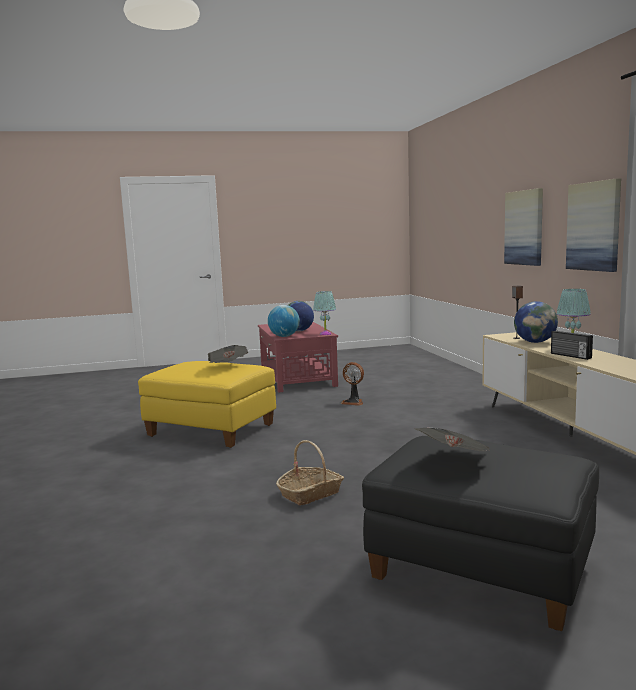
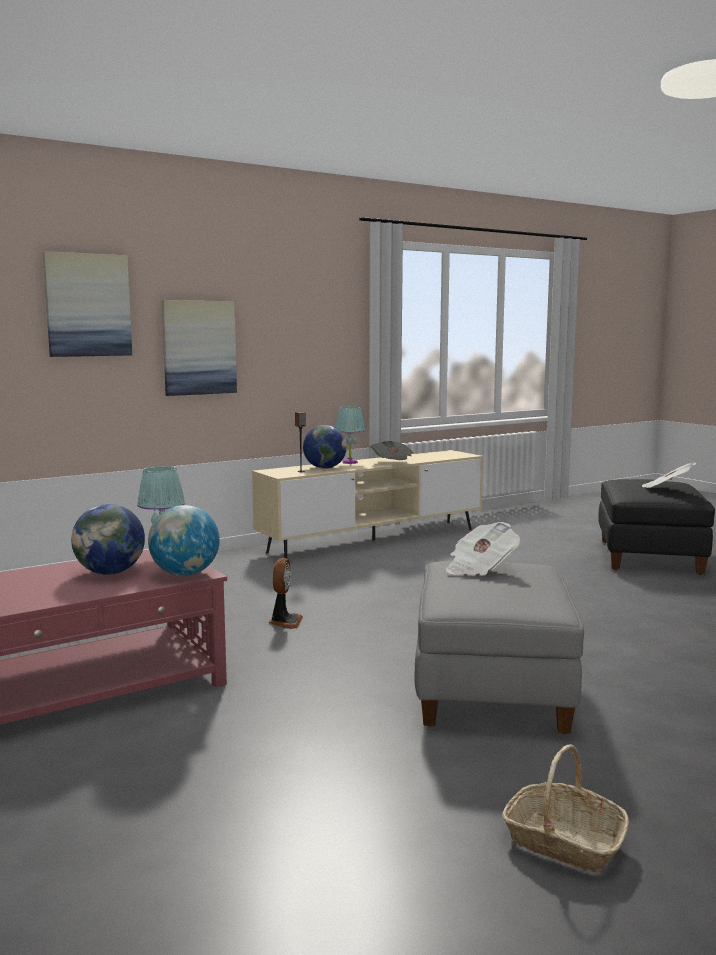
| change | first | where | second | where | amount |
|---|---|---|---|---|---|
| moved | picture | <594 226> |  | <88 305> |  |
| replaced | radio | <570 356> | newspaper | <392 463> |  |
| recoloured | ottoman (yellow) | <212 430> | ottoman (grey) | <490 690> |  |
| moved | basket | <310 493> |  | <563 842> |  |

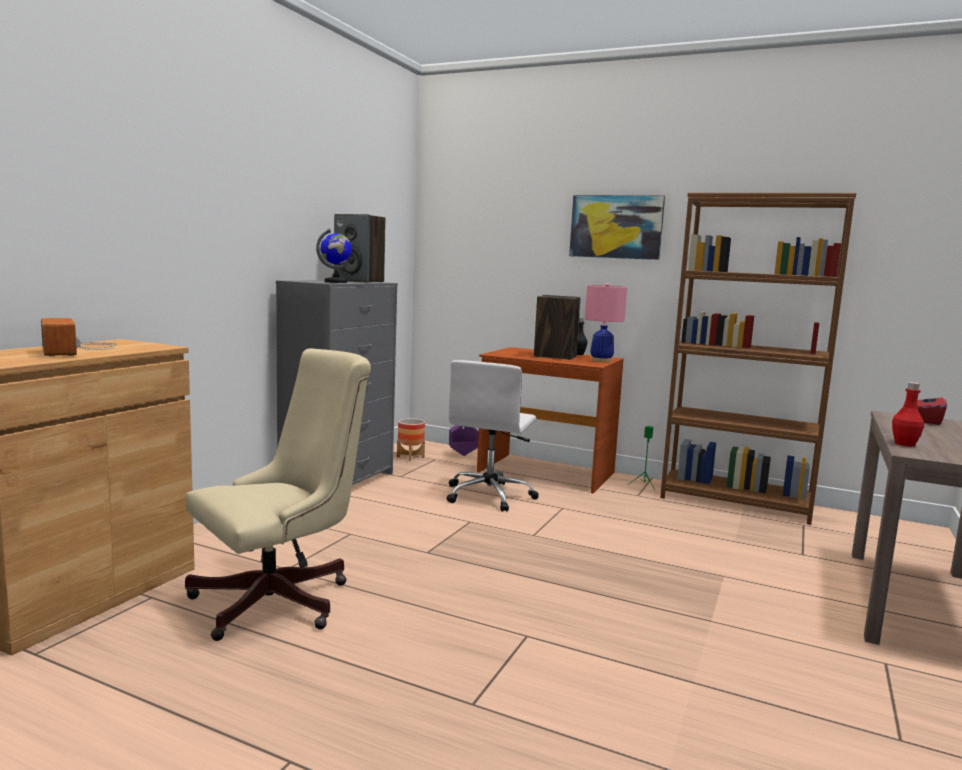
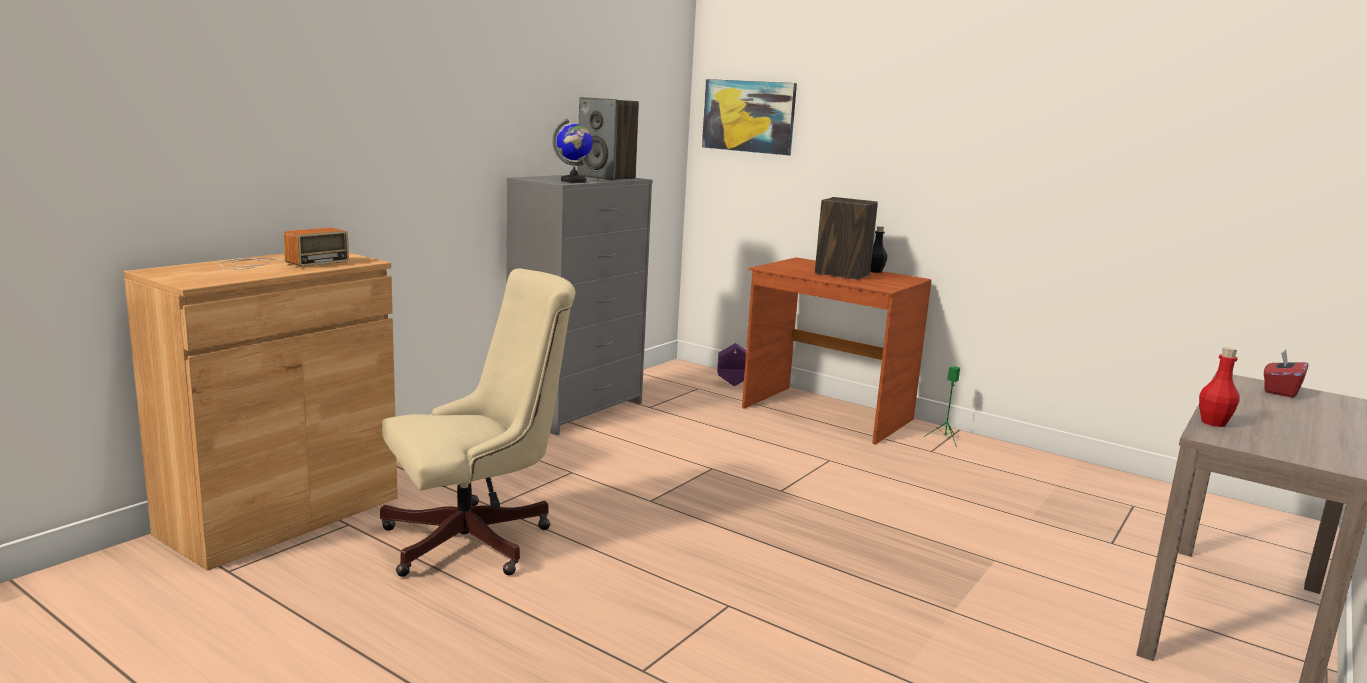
| change | first | where | second | where | amount |
|---|---|---|---|---|---|
| removed | bookcase (brown) | <735 502> |  |  |  |
| moved | picture | <616 227> |  | <749 116> |  |
| removed | table lamp (pink) | <601 361> |  |  |  |
| turned | radio | <80 349> |  | <279 263> | 120 degrees counterclockwise |
| removed | office chair (white) | <489 495> |  |  |  |
| removed | planter | <410 457> |  |  |  |

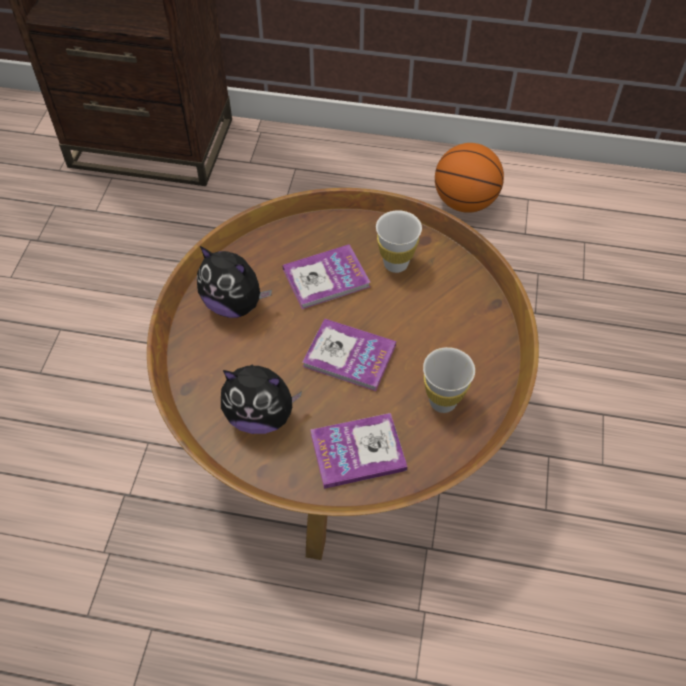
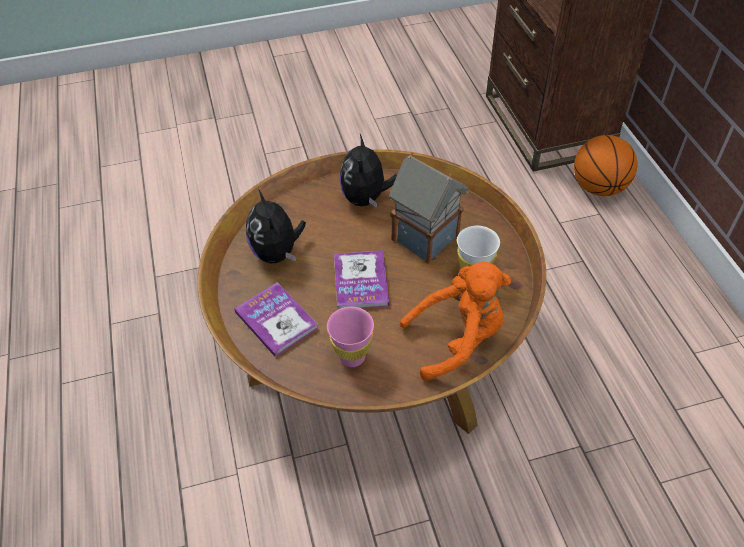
| change | first | where | second | where | amount |
|---|---|---|---|---|---|
| moved | basketball | <465 202> |  | <598 187> |  |
| replaced | book | <326 278> | toy house | <427 238> |  |
| recoloured | cup (white) | <442 401> | cup (pink) | <352 357> |  |
| added |  |  | plush toy (orange) | <457 339> |  |

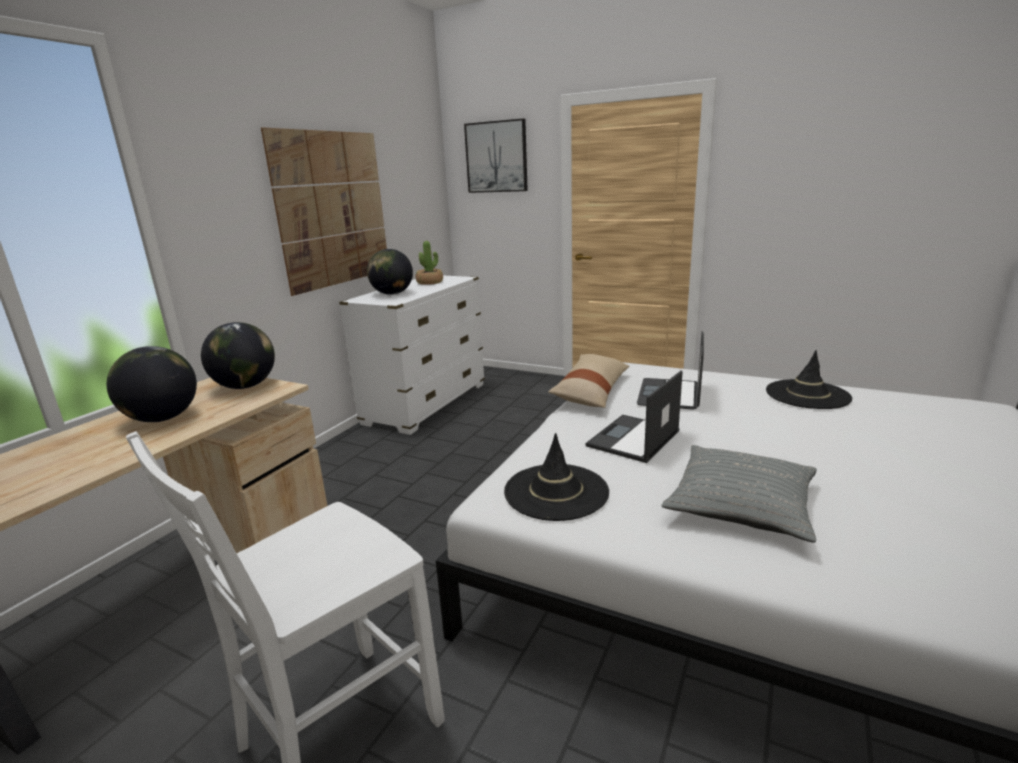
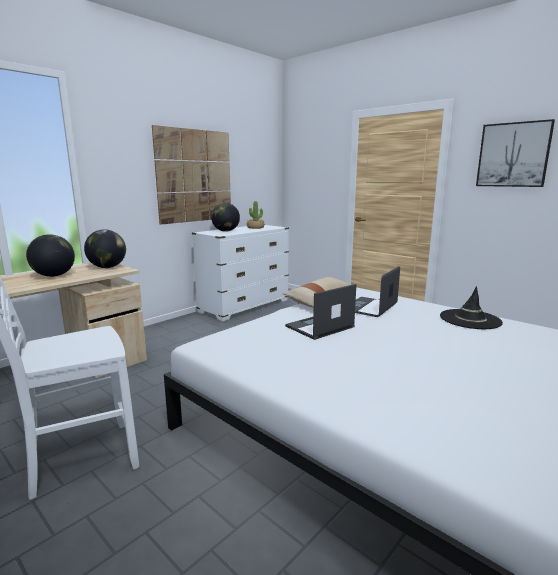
| change | first | where | second | where | amount |
|---|---|---|---|---|---|
| moved | picture | <496 157> |  | <513 155> |  |
| removed | hat (black) | <556 492> |  |  |  |
| removed | pillow (grey) | <741 504> |  |  |  |

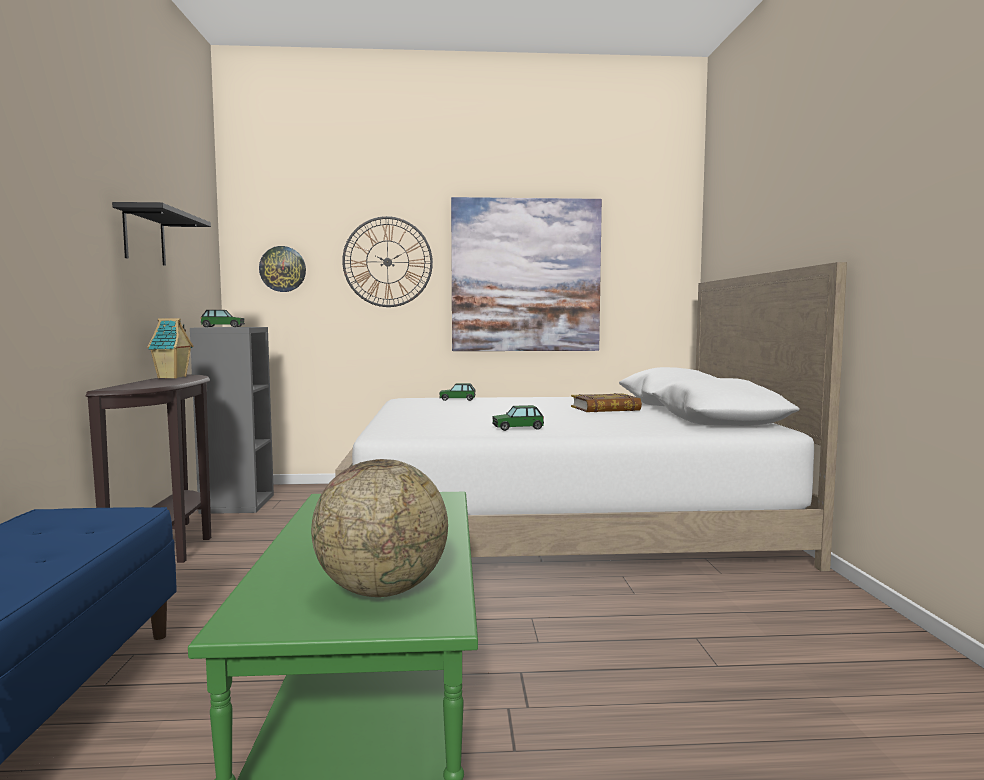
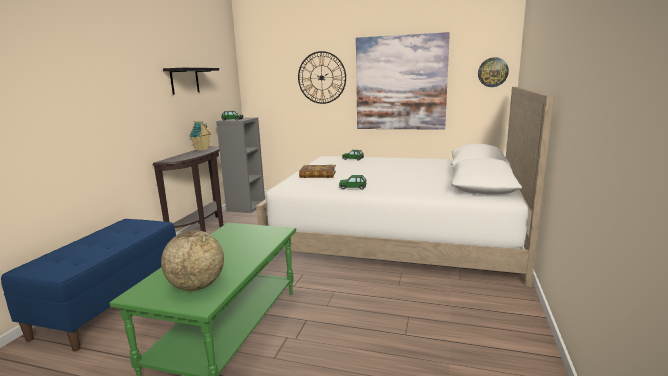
| change | first | where | second | where | amount |
|---|---|---|---|---|---|
| moved | wall clock | <283 269> |  | <492 72> |  |
| moved | book | <605 409> |  | <318 175> |  |

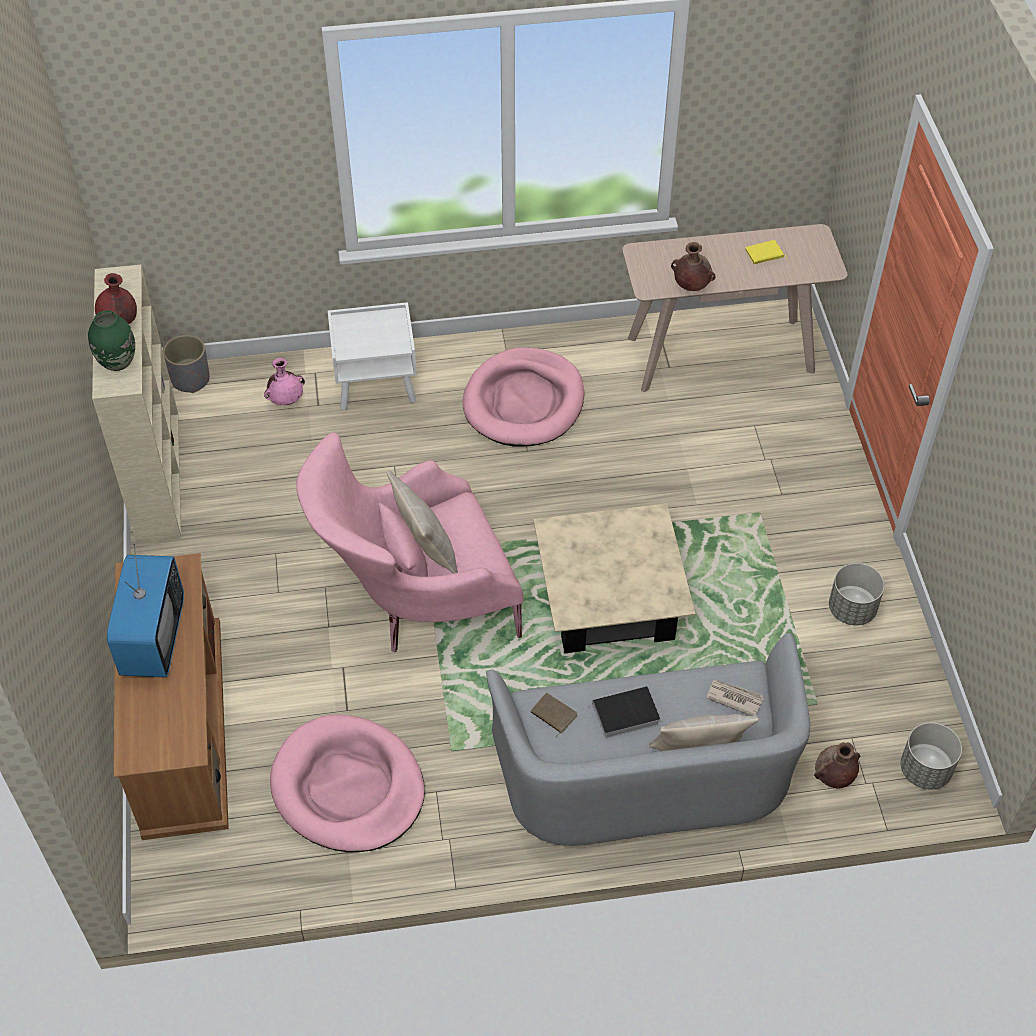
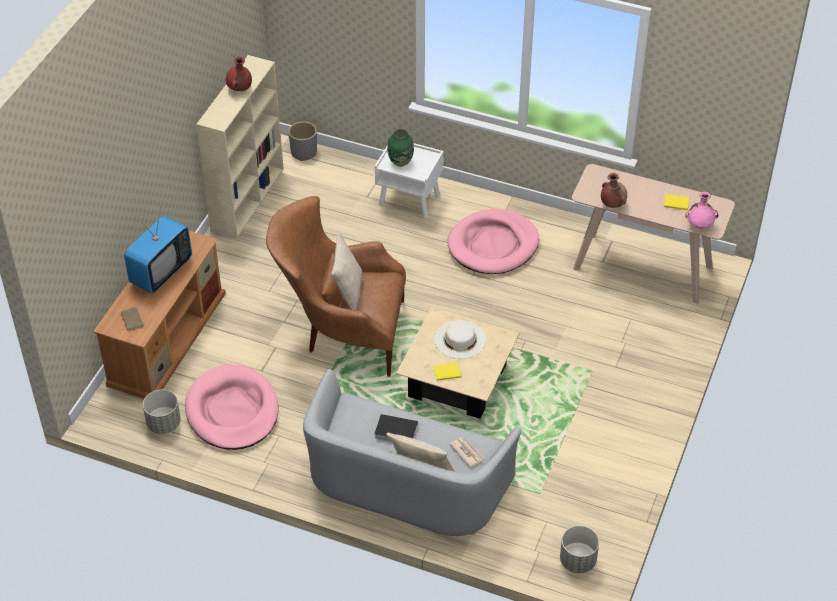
| change | first | where | second | where | amount |
|---|---|---|---|---|---|
| moved | vase (green) | <117 362> |  | <400 162> |  |
| moved | vase (pink) | <287 400> |  | <700 225> |  |
| recoloured | armchair (pink) | <416 605> | armchair (brown) | <341 332> |  |
| moved | planter (grey) | <852 610> |  | <163 423> |  |
| moved | book (brown) | <553 715> |  | <131 320> |  |
| removed | vase (brown) | <833 777> |  |  |  |
| added |  |  | hat (white) | <460 339> |  |
| added |  |  | book (yellow) | <447 373> |  |

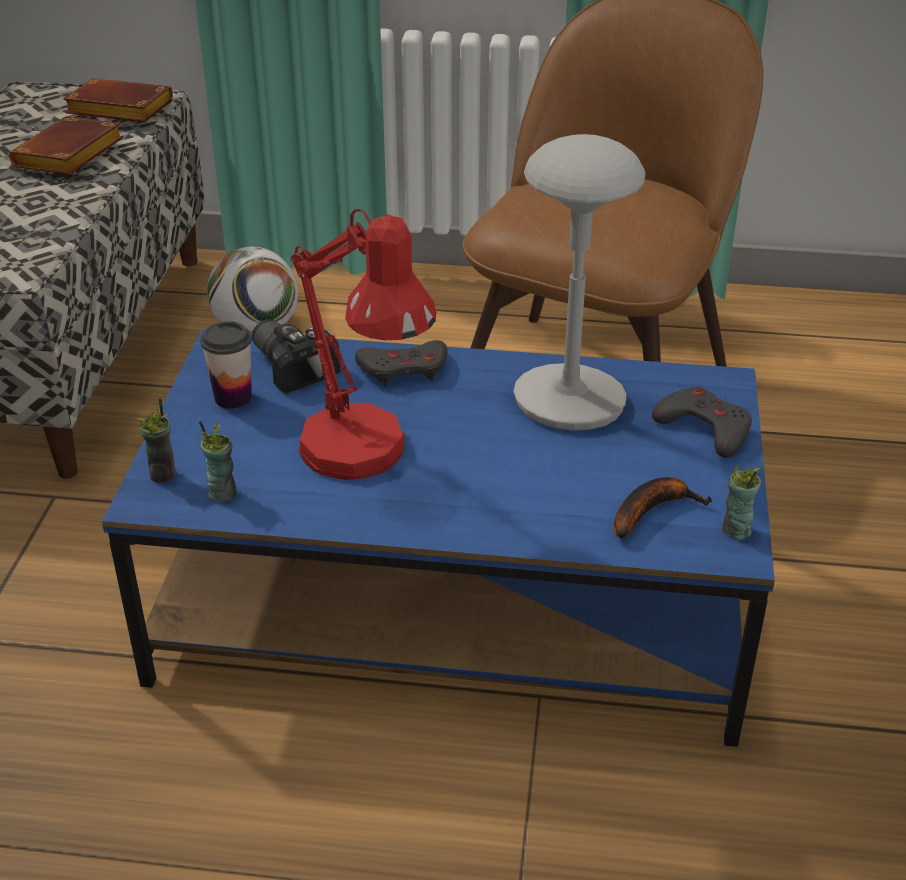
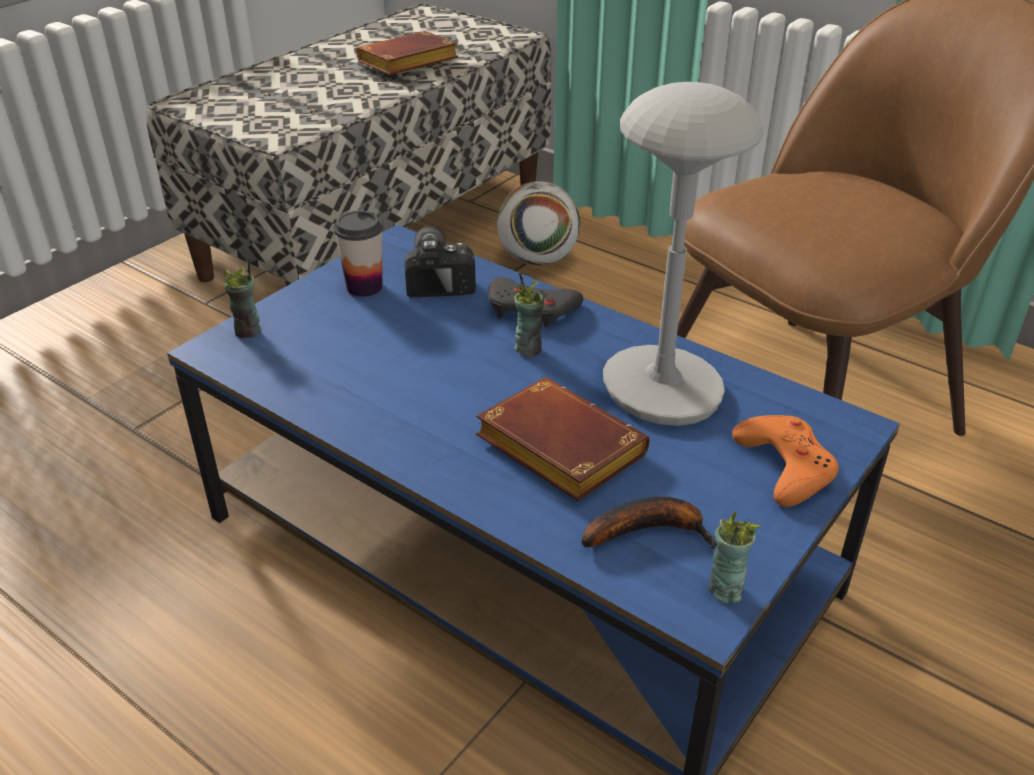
| change | first | where | second | where | amount |
|---|---|---|---|---|---|
| moved | book (brown) | <116 110> |  | <554 448> |  |
| removed | table lamp (red) | <365 459> |  |  |  |
| recoloured | game controller (grey) | <704 428> | game controller (orange) | <785 466> |  |
| moved | cup | <223 493> |  | <528 349> |  |

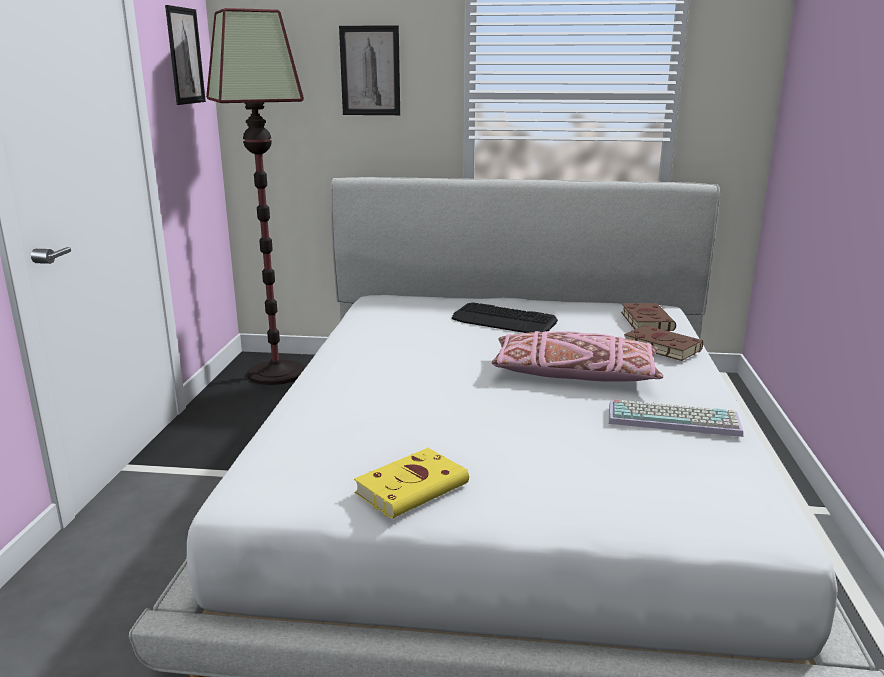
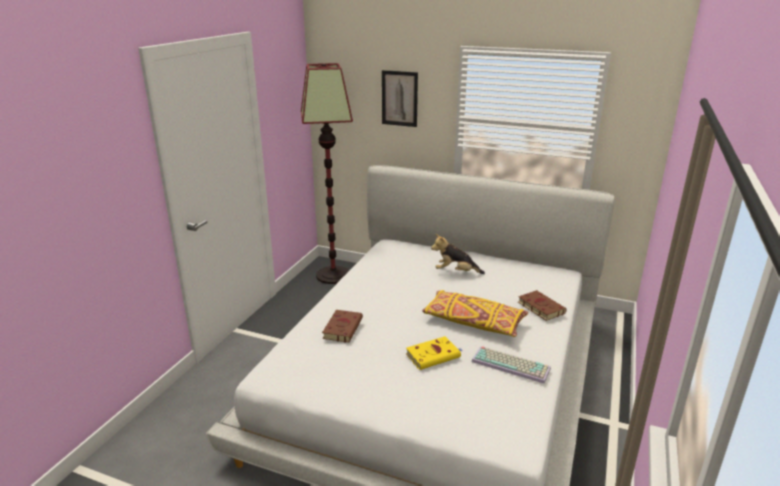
| change | first | where | second | where | amount |
|---|---|---|---|---|---|
| removed | picture | <185 56> |  |  |  |
| replaced | keyboard | <504 320> | plush toy | <455 272> |  |
| moved | book (brown) | <645 321> |  | <343 328> |  |
| recoloured | pillow (pink) | <574 374> | pillow (yellow) | <473 322> |  |
| moved | book (yellow) | <414 487> |  | <434 355> |  |

